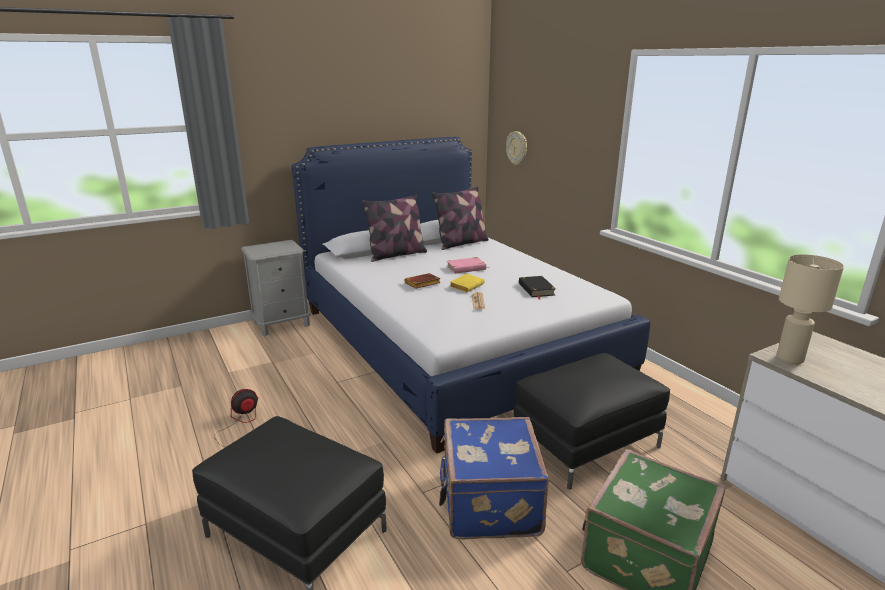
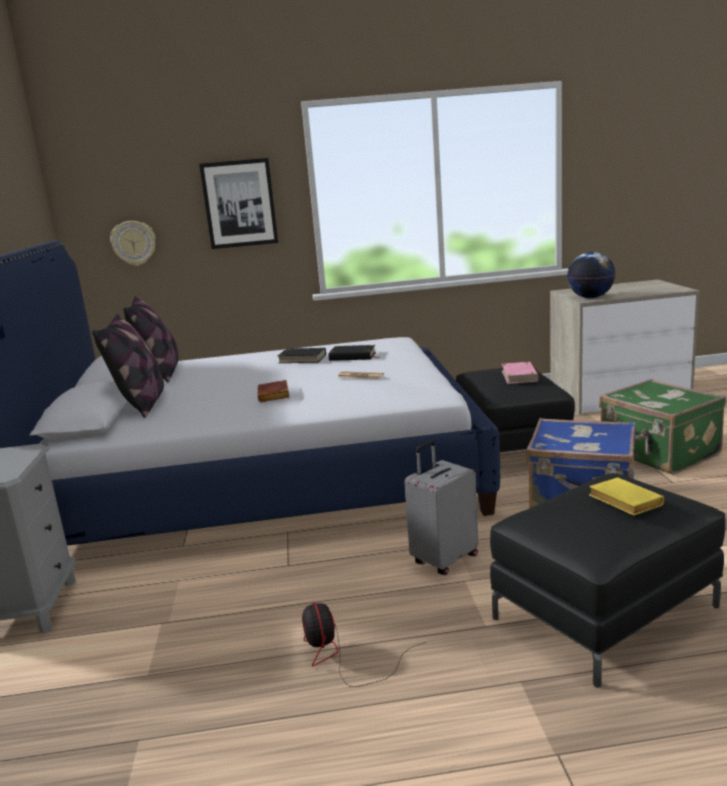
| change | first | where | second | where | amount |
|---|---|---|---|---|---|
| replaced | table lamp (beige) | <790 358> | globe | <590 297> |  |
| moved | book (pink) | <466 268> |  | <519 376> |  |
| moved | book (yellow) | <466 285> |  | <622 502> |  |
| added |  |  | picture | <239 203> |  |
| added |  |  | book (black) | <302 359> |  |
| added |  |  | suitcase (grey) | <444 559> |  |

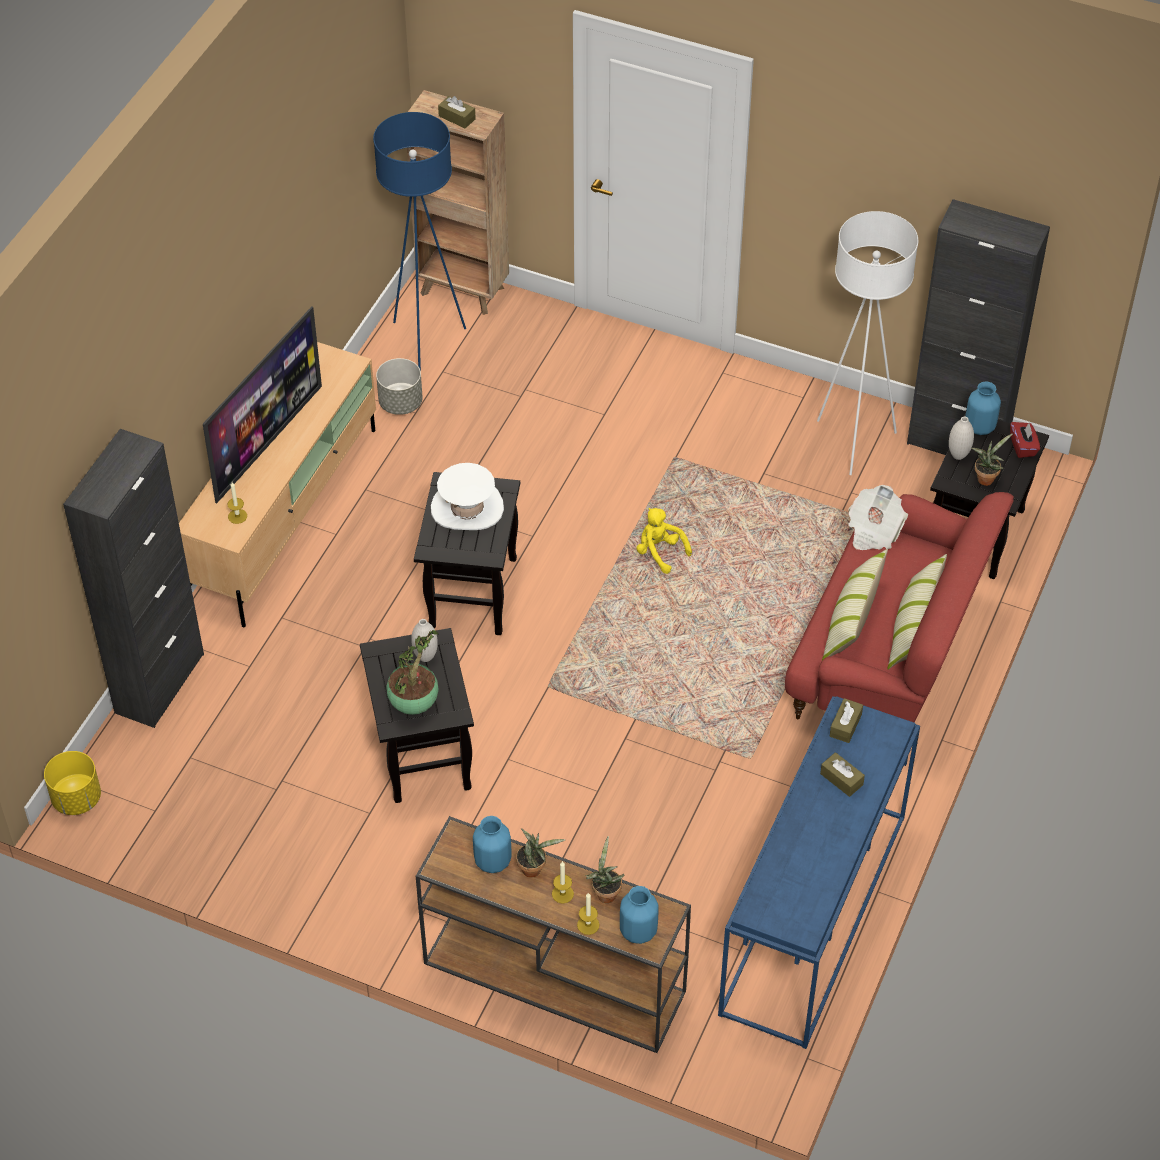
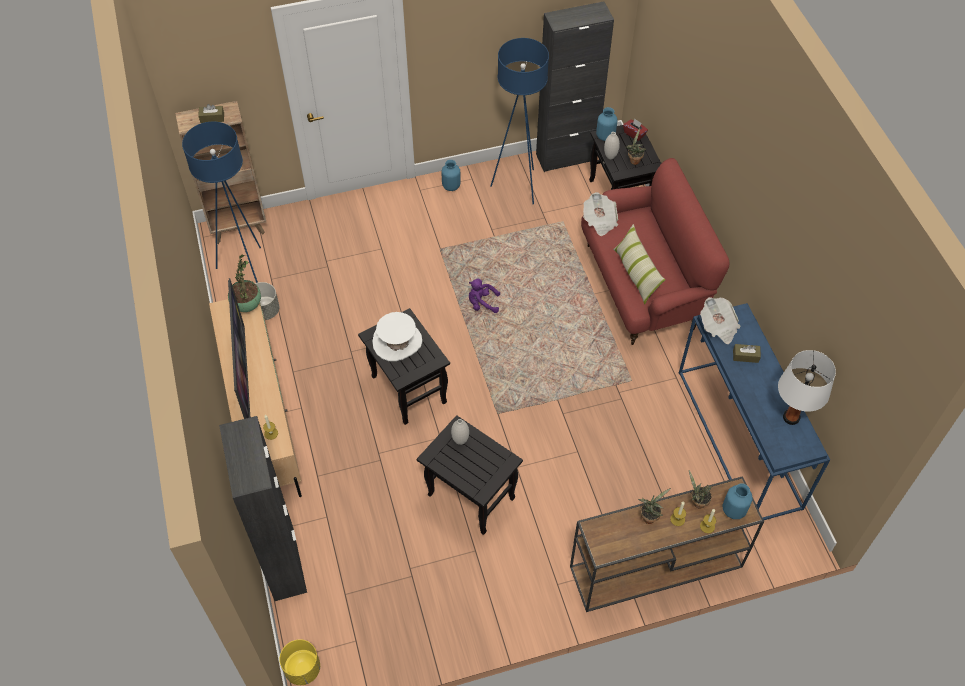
| change | first | where | second | where | amount |
|---|---|---|---|---|---|
| recoloured | floor lamp (white) | <854 442> | floor lamp (blue) | <518 186> |  |
| recoloured | plush toy (yellow) | <660 552> | plush toy (purple) | <482 303> |  |
| removed | pillow | <913 627> |  |  |  |
| moved | potted plant | <414 703> |  | <247 304> |  |
| replaced | tissue box (brown) | <845 725> | newspaper | <718 327> |  |
| moved | vase (blue) | <492 861> |  | <451 186> |  |
| added |  |  | table lamp (white) | <791 417> |  |

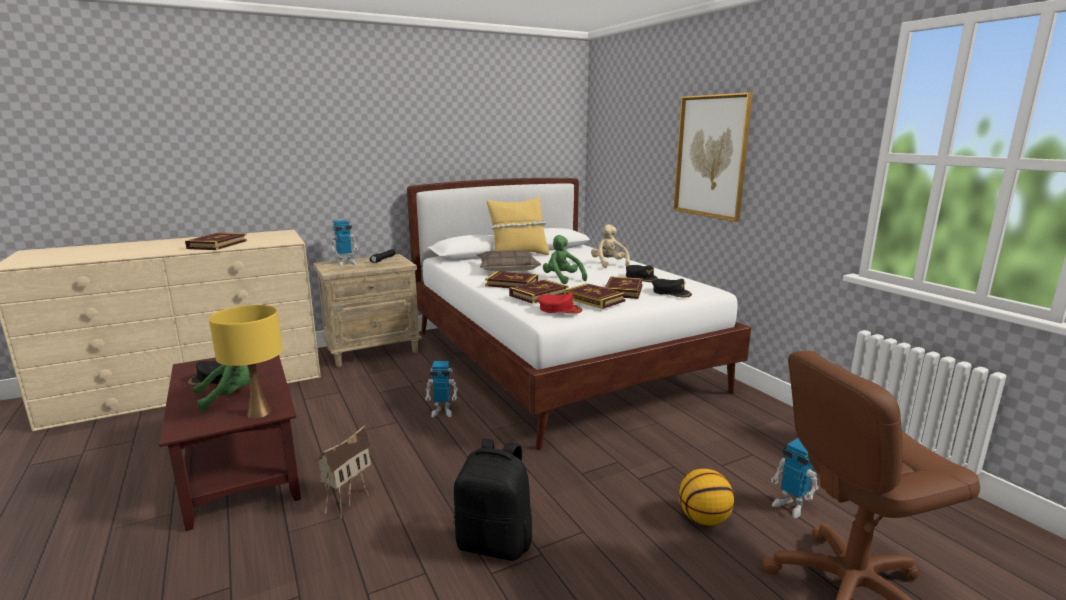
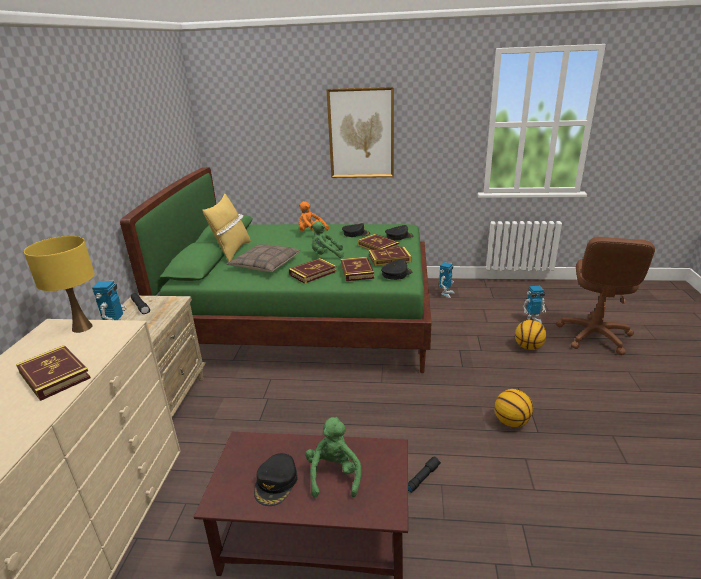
| change | first | where | second | where | amount |
|---|---|---|---|---|---|
| recoloured | bed (white) | <559 359> | bed (green) | <307 320> |  |
| recoloured | plush toy (beige) | <609 264> | plush toy (orange) | <311 232> |  |
| recoloured | cap (red) | <559 309> | cap (black) | <396 273> |  |
| moved | table lamp (yellow) | <259 412> |  | <82 327> |  |
| moved | toy robot | <442 412> |  | <446 294> |  |
| replaced | toy house | <347 500> | flashlight (black) | <422 477> |  |
| replaced | backpack (black) | <495 543> | basketball | <511 421> |  |

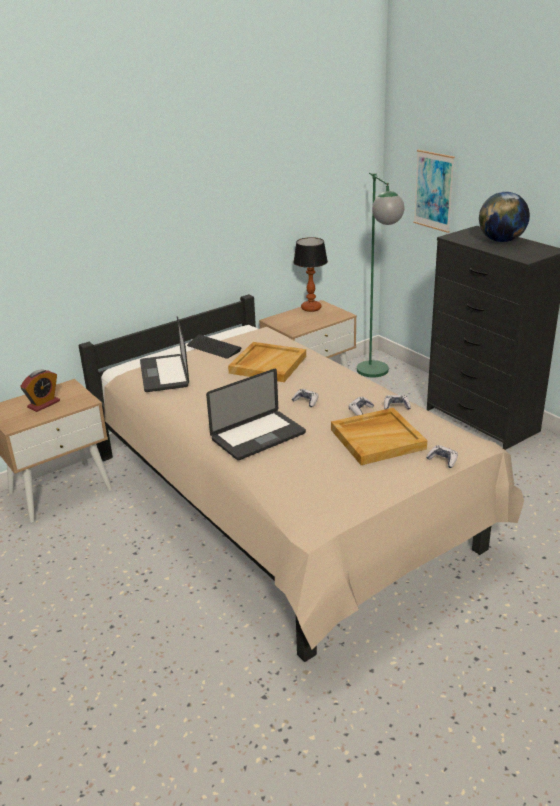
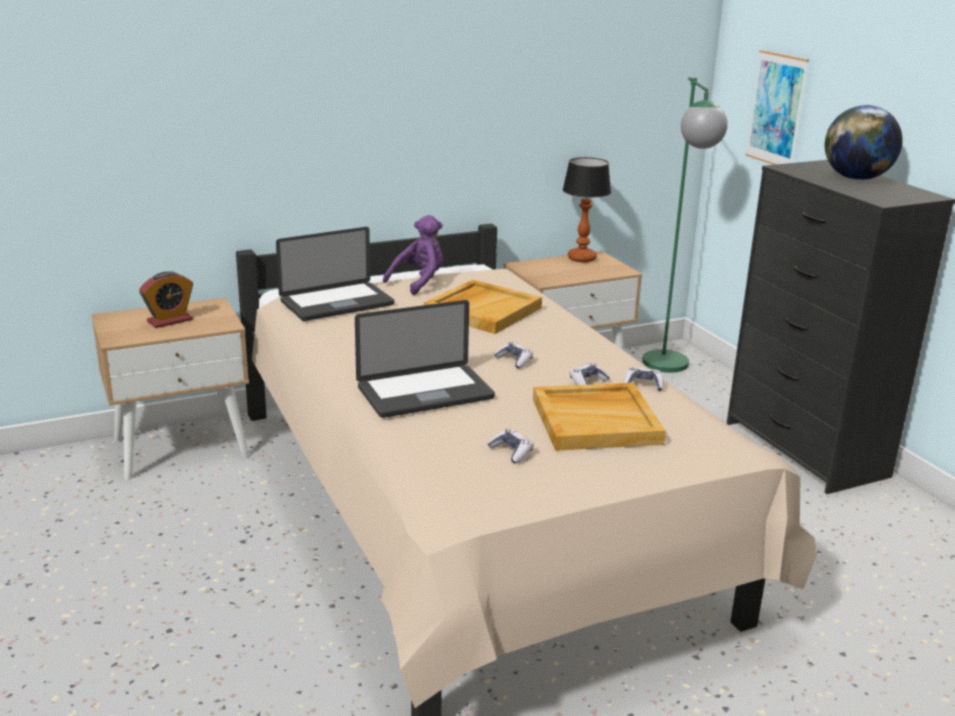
| change | first | where | second | where | amount |
|---|---|---|---|---|---|
| turned | laptop | <164 374> |  | <337 303> | 120 degrees counterclockwise |
| replaced | keyboard | <213 348> | plush toy (purple) | <419 282> |  |
| moved | game controller | <442 460> |  | <511 452> |  |

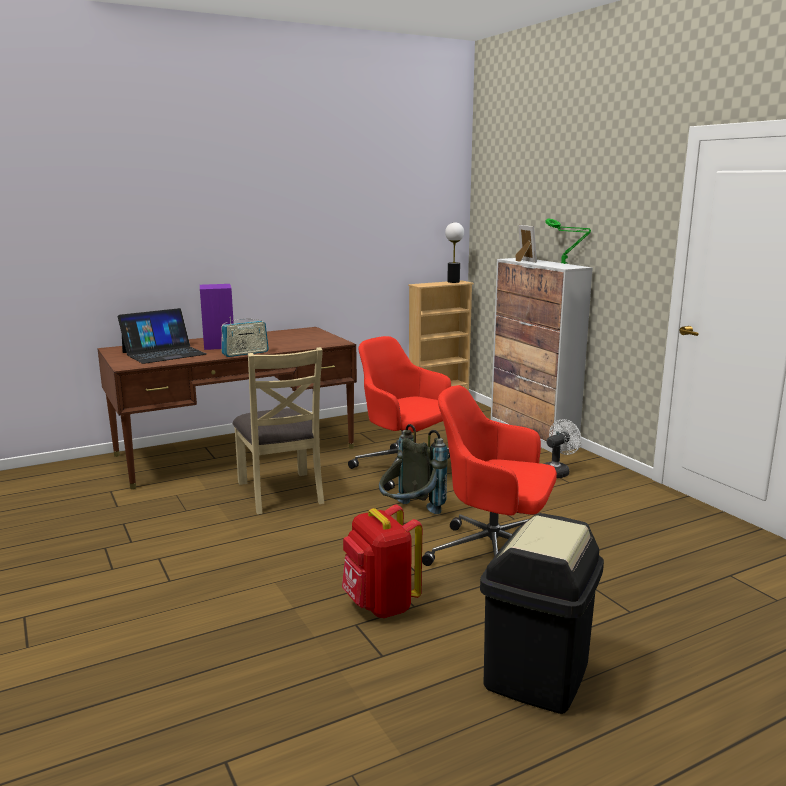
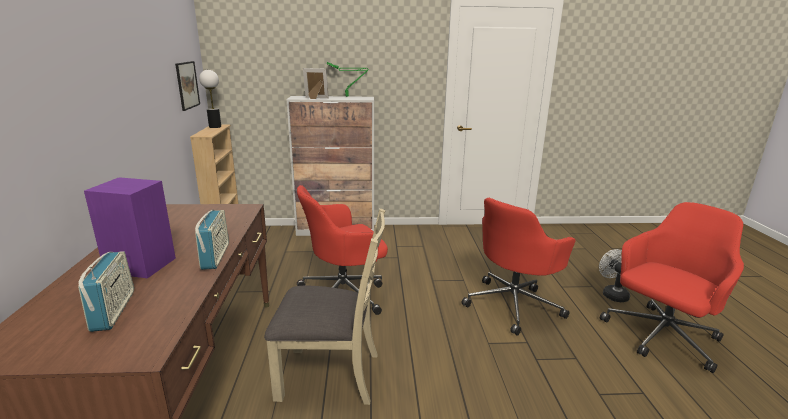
| change | first | where | second | where | amount |
|---|---|---|---|---|---|
| replaced | laptop | <163 353> | radio | <113 311> |  |
| moved | fan (white) | <557 472> |  | <612 294> |  |
| removed | backpack (grey) | <409 514> |  |  |  |
| removed | backpack (red) | <380 605> |  |  |  |
| replaced | trash can (black) | <537 675> | office chair (red) | <660 337> |  |
| added |  |  | picture | <187 85> |  |

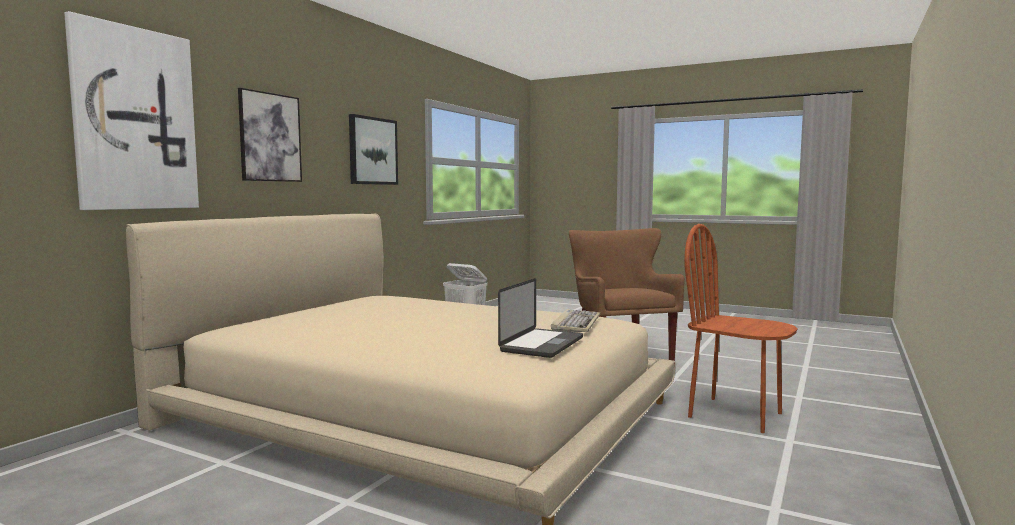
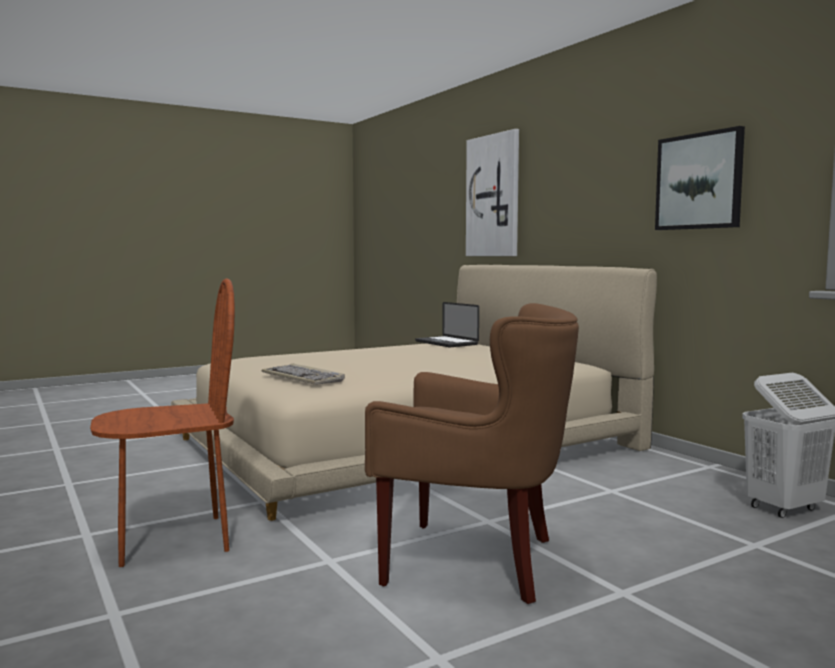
| change | first | where | second | where | amount |
|---|---|---|---|---|---|
| removed | picture | <270 137> |  |  |  |
| moved | laptop | <542 344> |  | <446 343> |  |

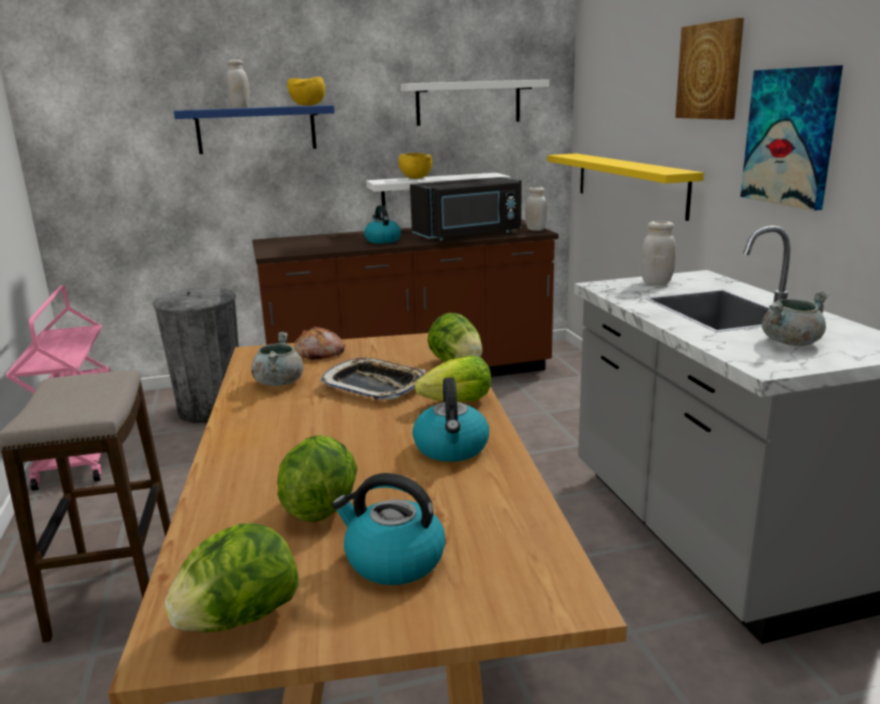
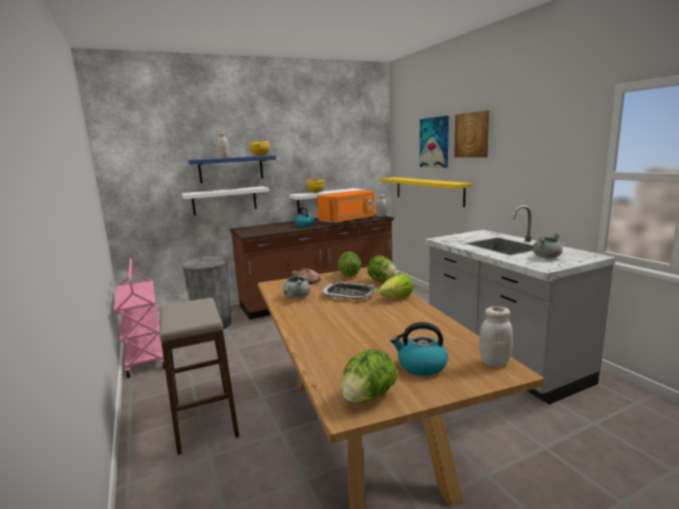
| change | first | where | second | where | amount |
|---|---|---|---|---|---|
| moved | picture | <790 137> |  | <434 142> |  |
| moved | shelf (white) | <468 103> |  | <224 200> |  |
| recoloured | microwave (black) | <469 235> | microwave (orange) | <348 220> |  |
| moved | jar (white) | <656 282> |  | <494 362> |  |
| removed | kettle | <451 448> |  |  |  |
| moved | lettuce | <321 507> |  | <349 275> |  |

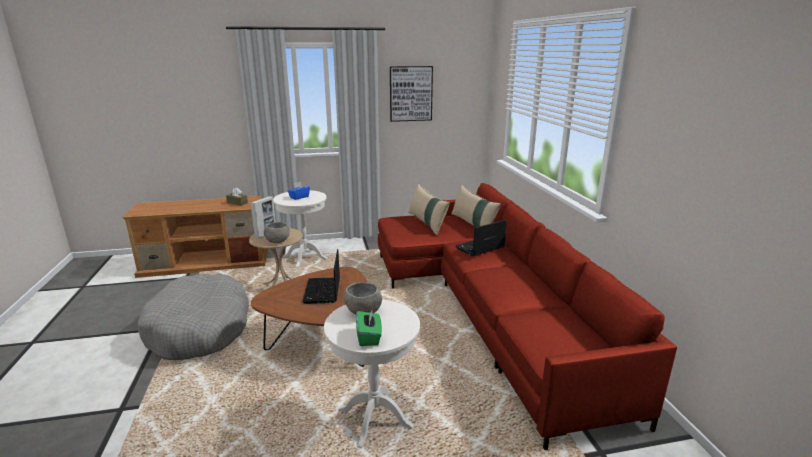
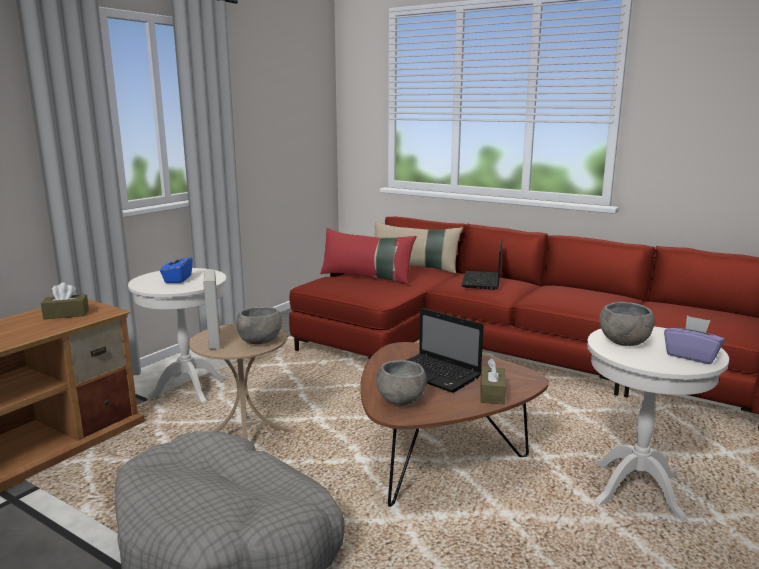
| change | first | where | second | where | amount |
|---|---|---|---|---|---|
| removed | picture | <410 93> |  |  |  |
| recoloured | pillow (beige) | <427 223> | pillow (red) | <367 277> |  |
| recoloured | tissue box (green) | <369 337> | tissue box (purple) | <691 356> |  |
| added |  |  | tissue box (brown) | <492 393> |  |
| added |  |  | bowl (grey) | <400 401> |  |

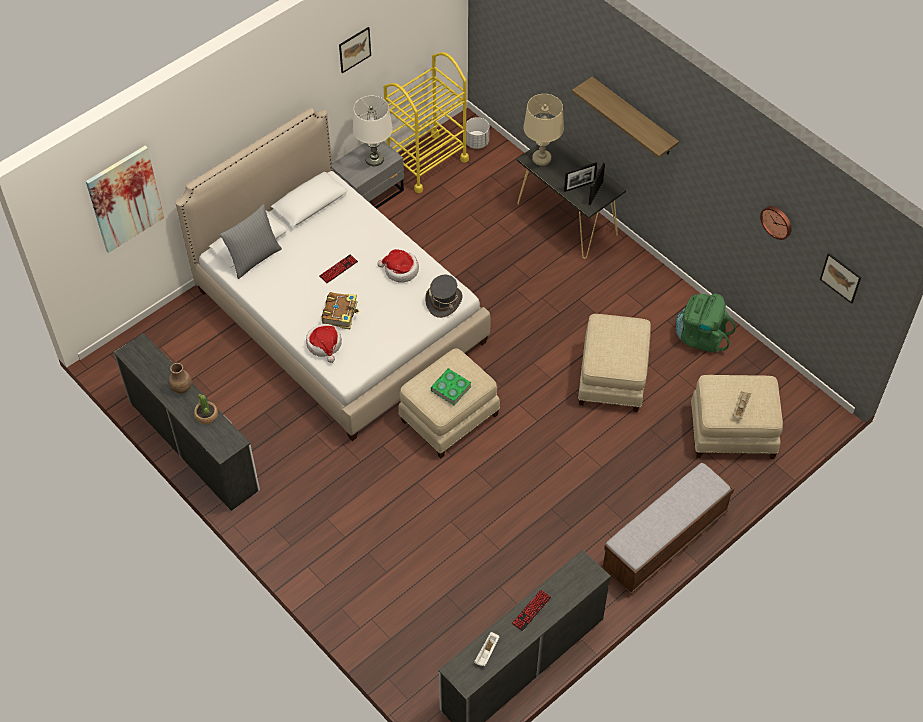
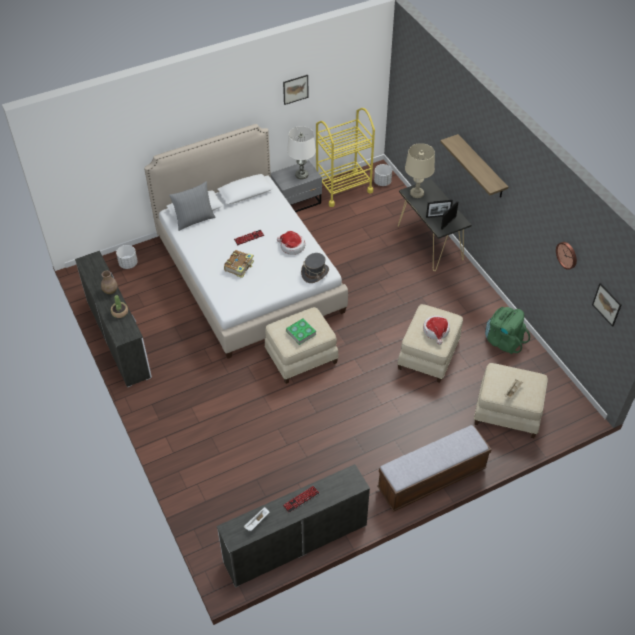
| change | first | where | second | where | amount |
|---|---|---|---|---|---|
| removed | picture | <125 199> |  |  |  |
| moved | hat | <324 345> |  | <436 331> |  |
| added |  |  | planter (white) | <128 264> |  |

